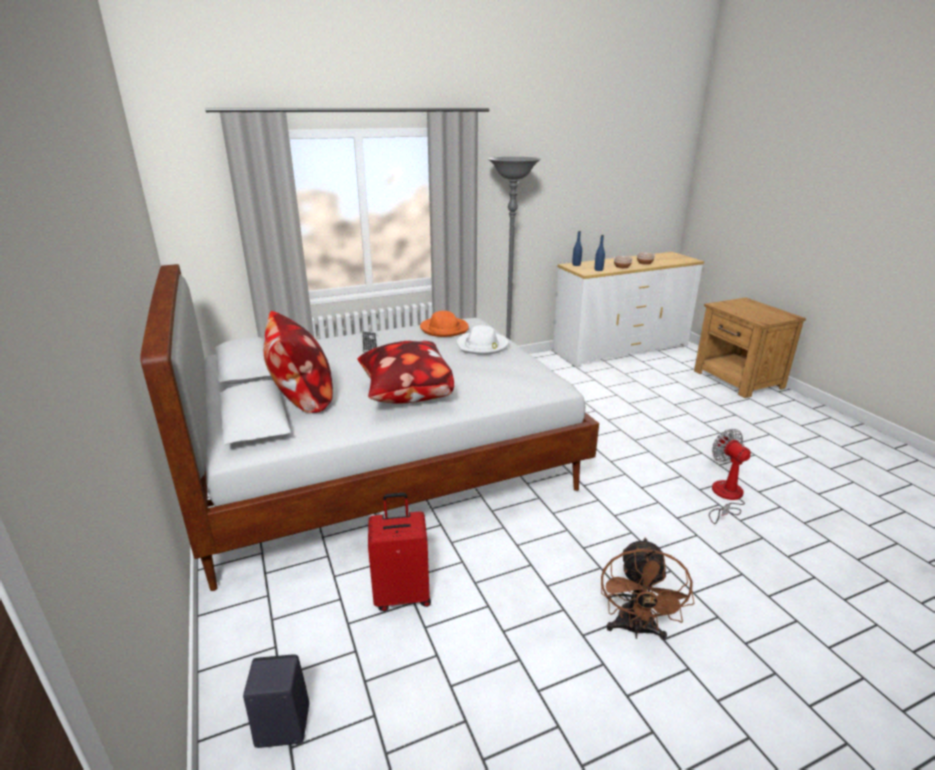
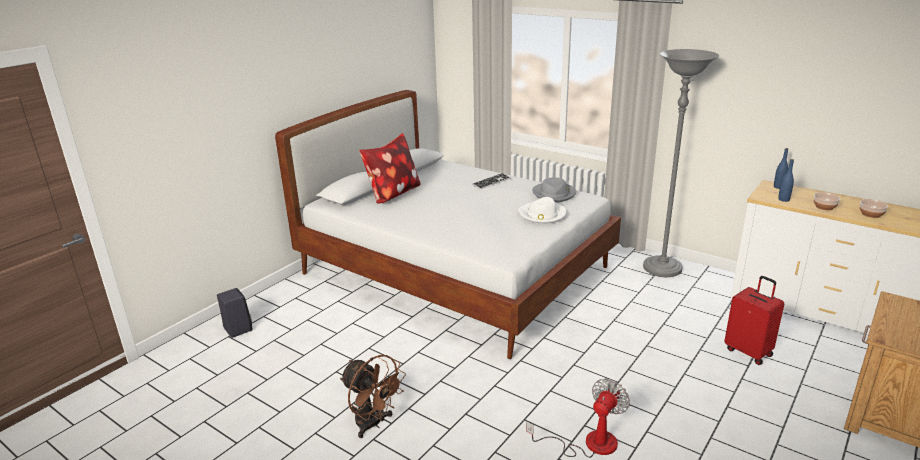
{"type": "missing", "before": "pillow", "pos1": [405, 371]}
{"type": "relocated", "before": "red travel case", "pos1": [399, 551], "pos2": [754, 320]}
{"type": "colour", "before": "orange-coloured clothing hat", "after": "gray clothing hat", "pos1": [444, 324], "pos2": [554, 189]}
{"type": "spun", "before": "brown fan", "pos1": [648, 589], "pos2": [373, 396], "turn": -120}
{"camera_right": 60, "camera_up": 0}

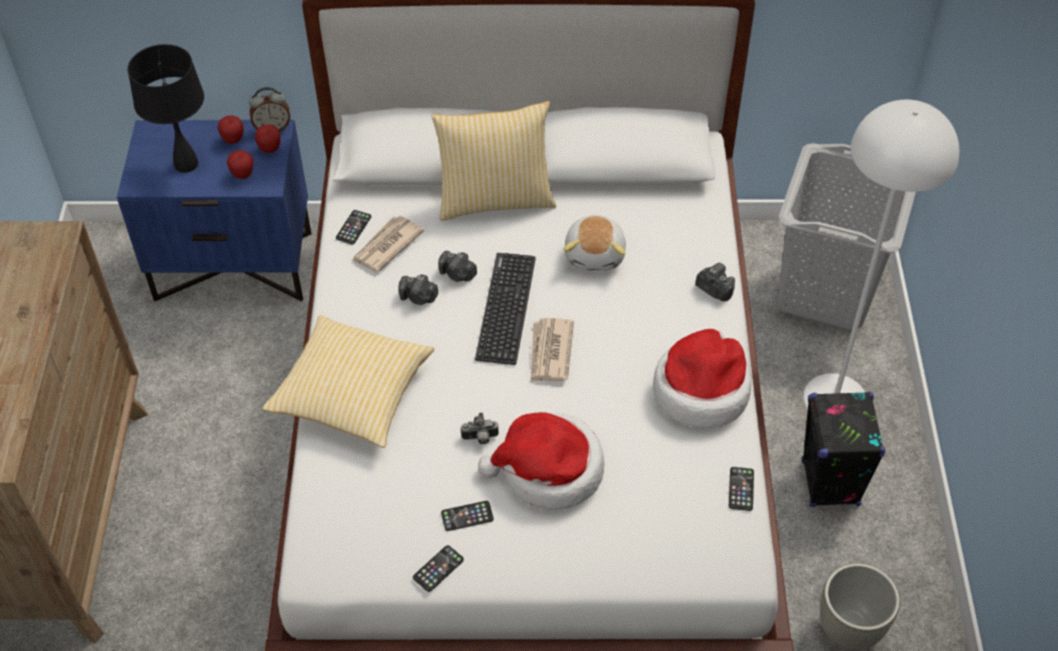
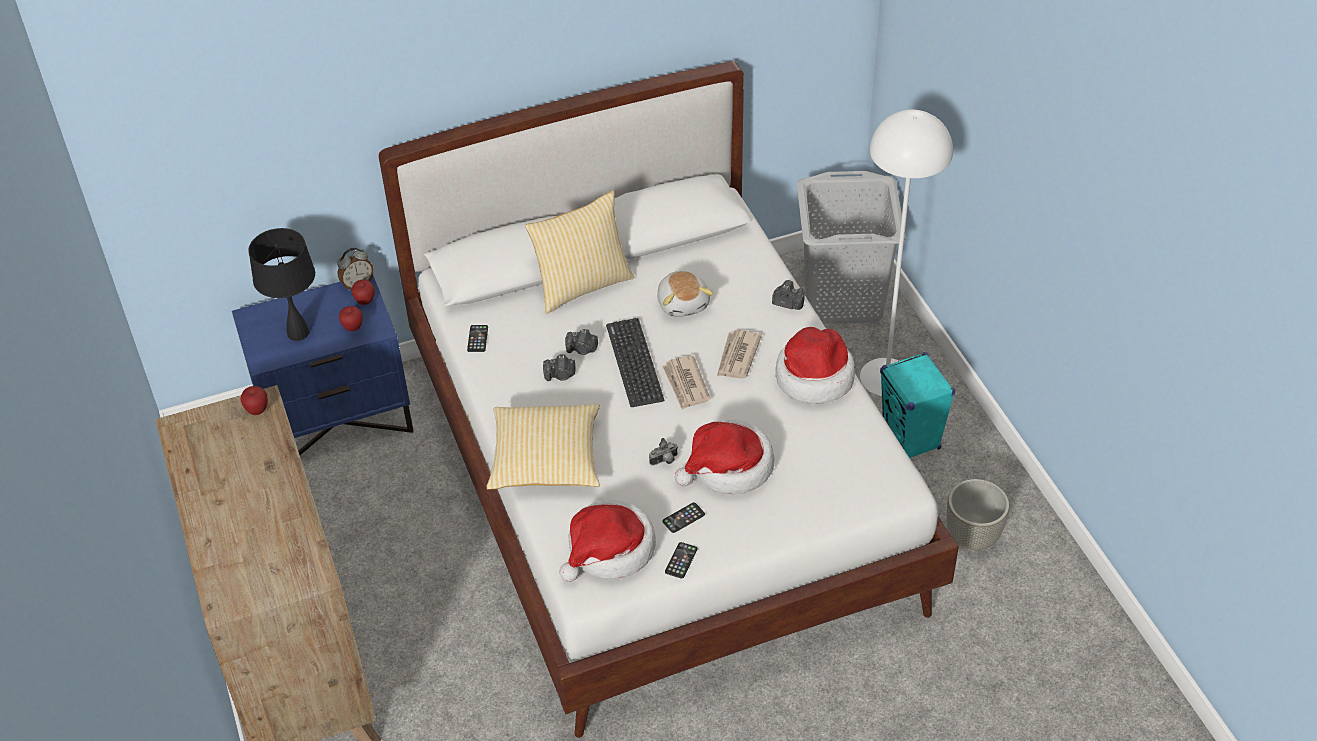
{"type": "relocated", "before": "apple fruit", "pos1": [231, 129], "pos2": [254, 400]}
{"type": "relocated", "before": "printed paper", "pos1": [388, 244], "pos2": [739, 354]}
{"type": "missing", "before": "telephone", "pos1": [741, 489]}
{"type": "colour", "before": "blackish speaker", "after": "turquoise-coloured speaker", "pos1": [843, 449], "pos2": [917, 405]}
{"type": "appeared", "after": "clothing hat", "pos2": [607, 540]}
{"camera_right": -20, "camera_up": -5}

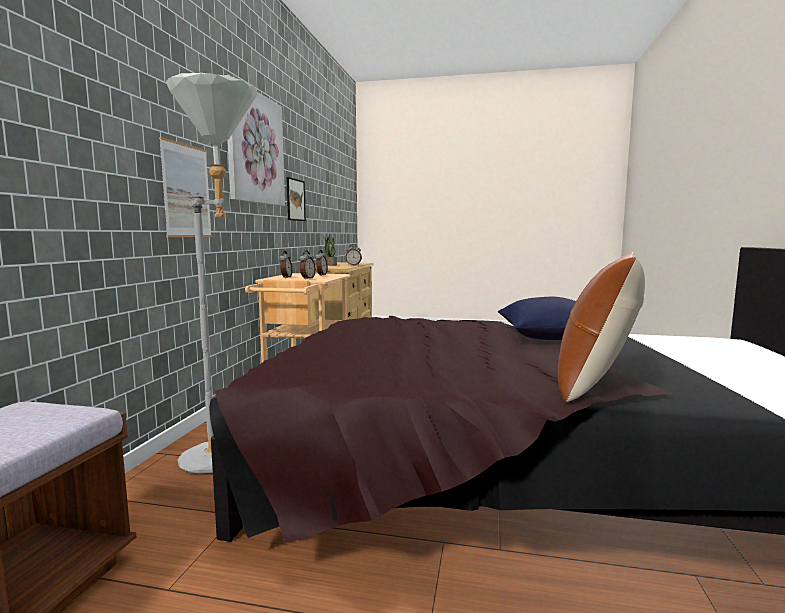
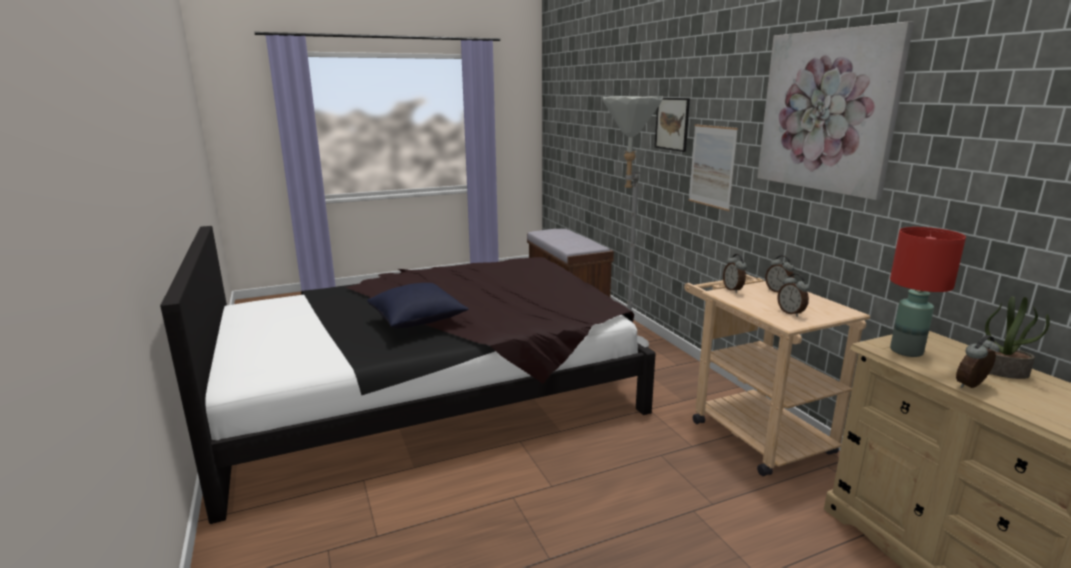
{"type": "relocated", "before": "picture", "pos1": [296, 199], "pos2": [672, 125]}
{"type": "missing", "before": "brown pillow", "pos1": [601, 326]}
{"type": "appeared", "after": "red tabletop lamp", "pos2": [928, 292]}
{"camera_right": 145, "camera_up": 10}

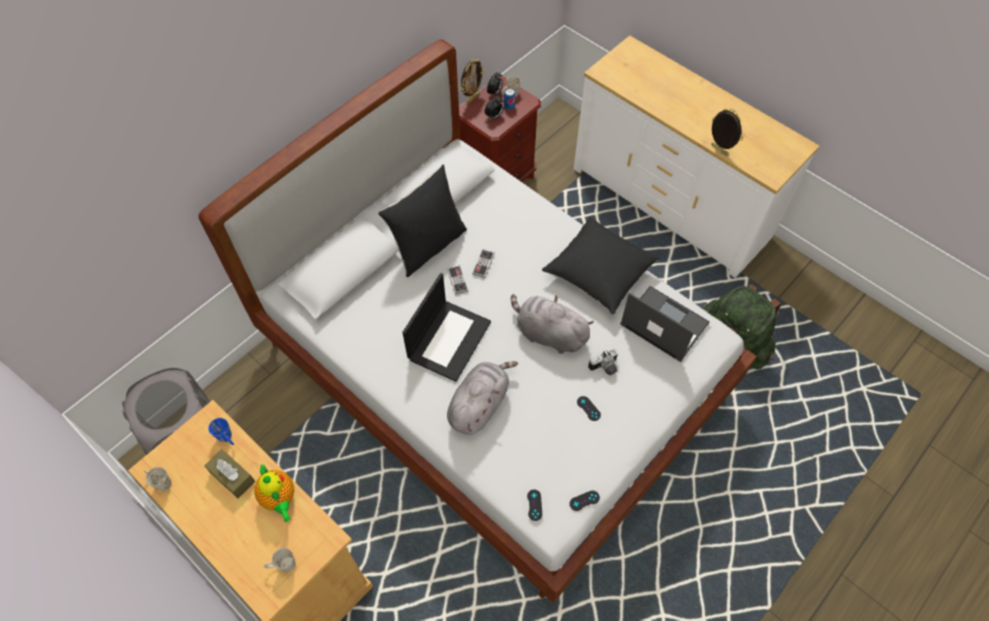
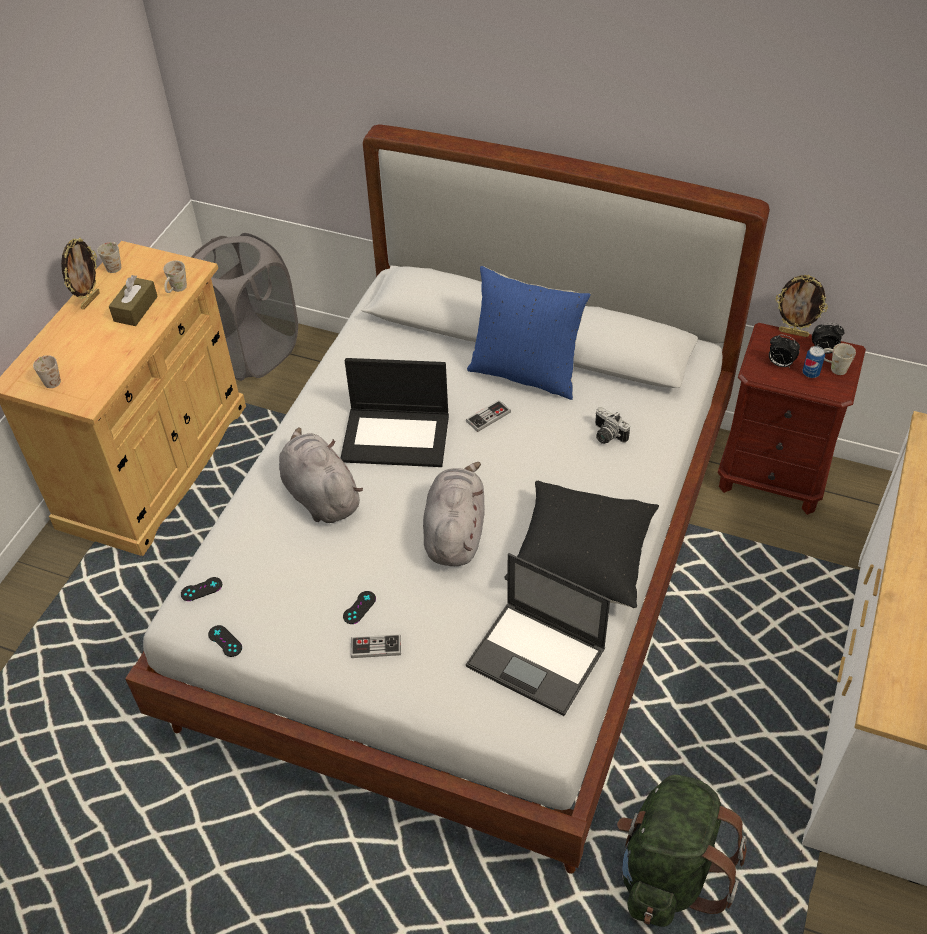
{"type": "colour", "before": "blue tea mug", "after": "whitish tea mug", "pos1": [221, 431], "pos2": [175, 277]}
{"type": "missing", "before": "teapot", "pos1": [274, 493]}
{"type": "colour", "before": "blackish pillow", "after": "blue pillow", "pos1": [422, 221], "pos2": [529, 333]}
{"type": "spun", "before": "gray soft toy", "pos1": [482, 398], "pos2": [321, 475], "turn": -135}
{"type": "relocated", "before": "game controller", "pos1": [483, 263], "pos2": [376, 646]}
{"type": "relocated", "before": "photo camera", "pos1": [603, 362], "pos2": [612, 425]}
{"type": "spun", "before": "portable computer", "pos1": [665, 324], "pos2": [538, 634], "turn": 105}
{"type": "relocated", "before": "standing frame", "pos1": [727, 132], "pos2": [80, 273]}
{"camera_right": 70, "camera_up": -10}

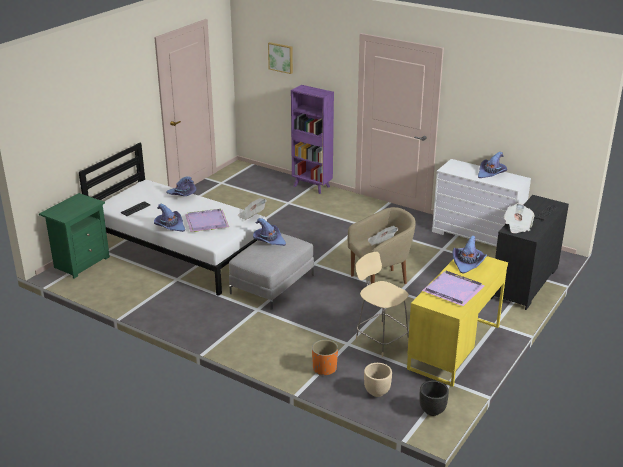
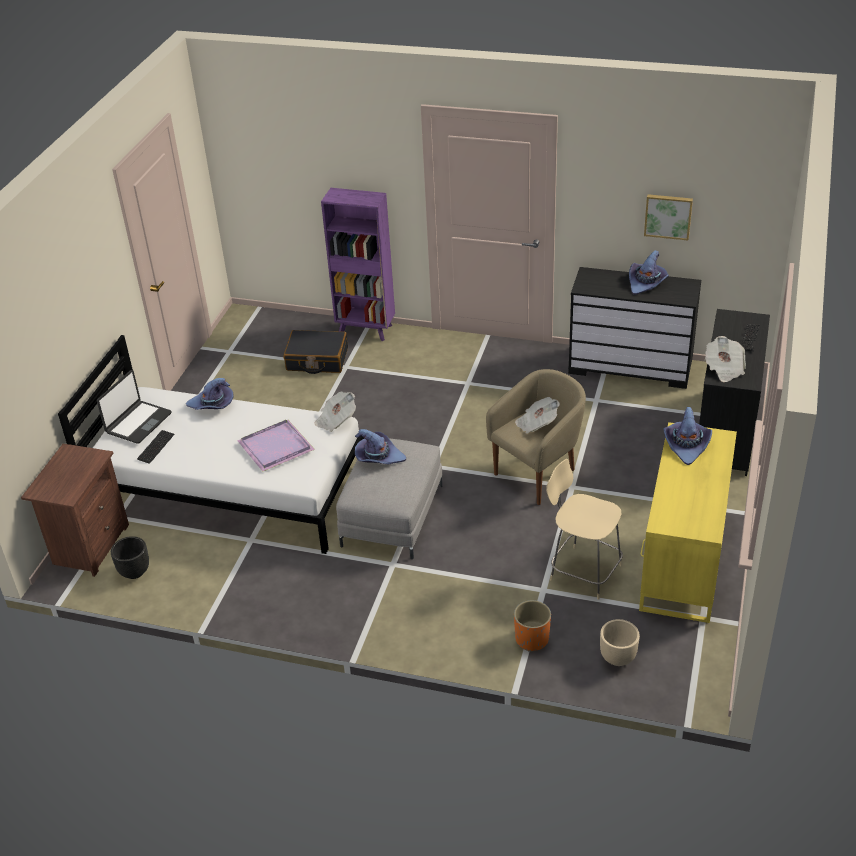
{"type": "colour", "before": "greenish bedside table", "after": "brown bedside table", "pos1": [74, 236], "pos2": [75, 510]}
{"type": "missing", "before": "purple clothing hat", "pos1": [169, 218]}
{"type": "relocated", "before": "picture", "pos1": [280, 58], "pos2": [668, 217]}
{"type": "relocated", "before": "blackish plant pot", "pos1": [434, 398], "pos2": [130, 557]}
{"type": "missing", "before": "purple carrying tray", "pos1": [453, 288]}
{"type": "colour", "before": "whitish dresser", "after": "blackish dresser", "pos1": [481, 203], "pos2": [634, 328]}
{"type": "appeared", "after": "portable computer", "pos2": [134, 407]}
{"type": "appeared", "after": "blackish travel case", "pos2": [316, 352]}
{"camera_right": -15, "camera_up": 10}

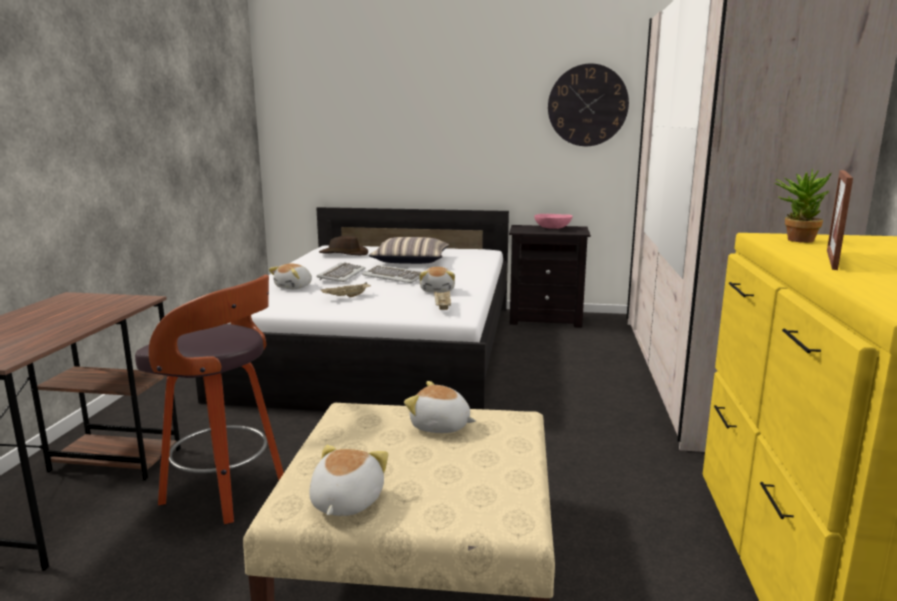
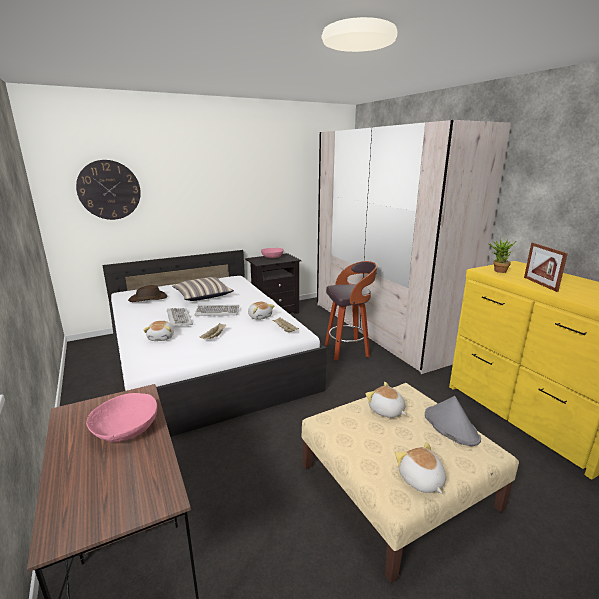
{"type": "relocated", "before": "stool seat", "pos1": [209, 399], "pos2": [351, 311]}
{"type": "spun", "before": "soft toy", "pos1": [440, 407], "pos2": [386, 400], "turn": 60}
{"type": "relocated", "before": "wall clock", "pos1": [588, 105], "pos2": [108, 190]}
{"type": "appeared", "after": "pink-coloured bowl", "pos2": [121, 417]}
{"type": "appeared", "after": "gray clothing hat", "pos2": [453, 421]}
{"camera_right": -35, "camera_up": 5}

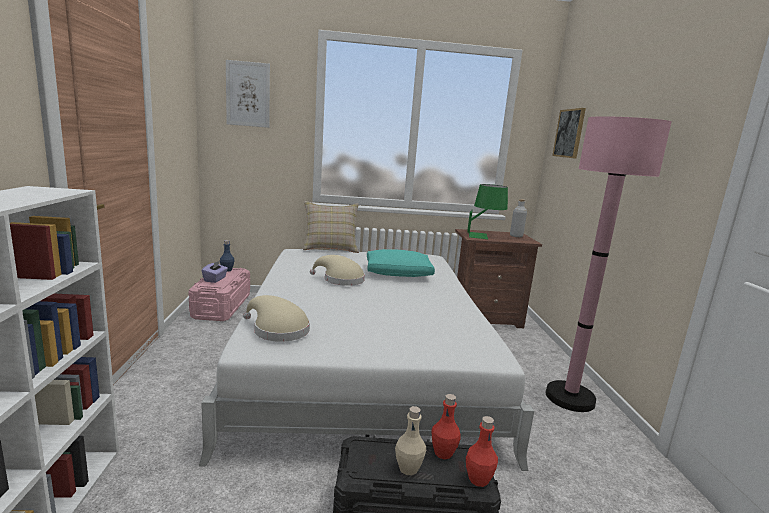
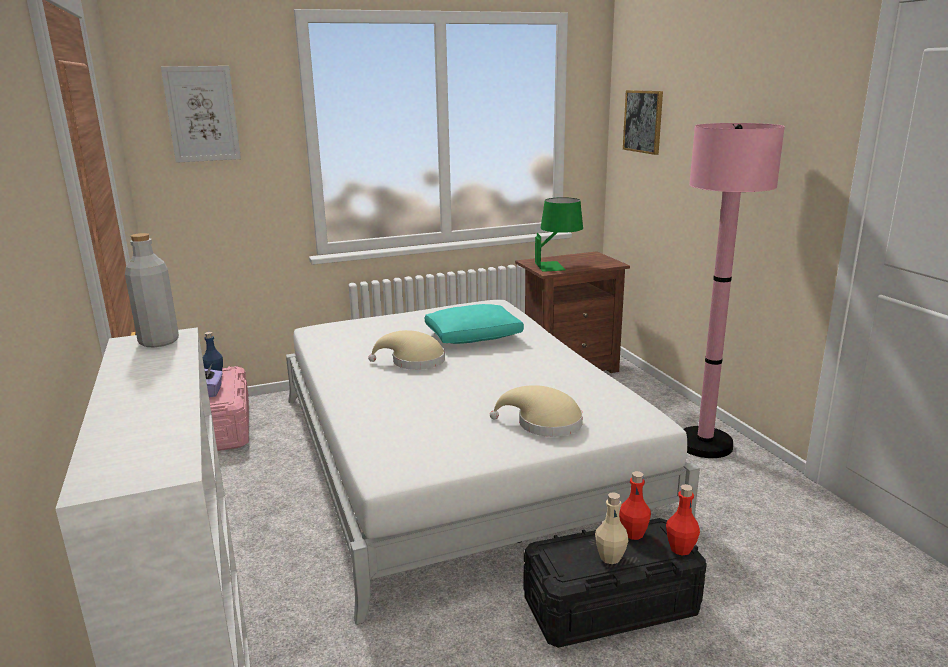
{"type": "relocated", "before": "sand-coloured clothing hat", "pos1": [276, 318], "pos2": [536, 411]}
{"type": "missing", "before": "sand-coloured pillow", "pos1": [331, 227]}
{"type": "relocated", "before": "gray beverage bottle", "pos1": [518, 218], "pos2": [152, 290]}
{"camera_right": -15, "camera_up": 5}

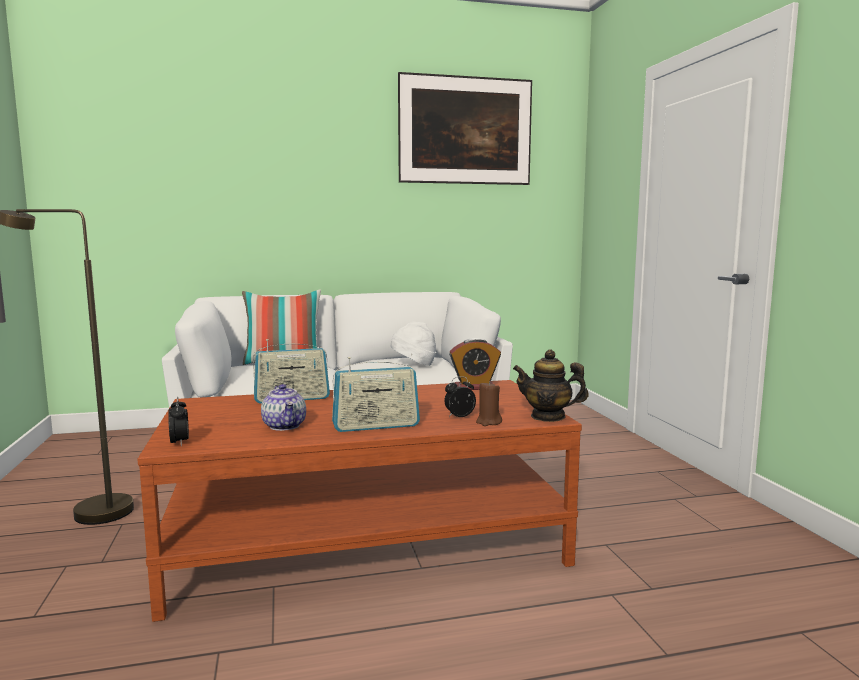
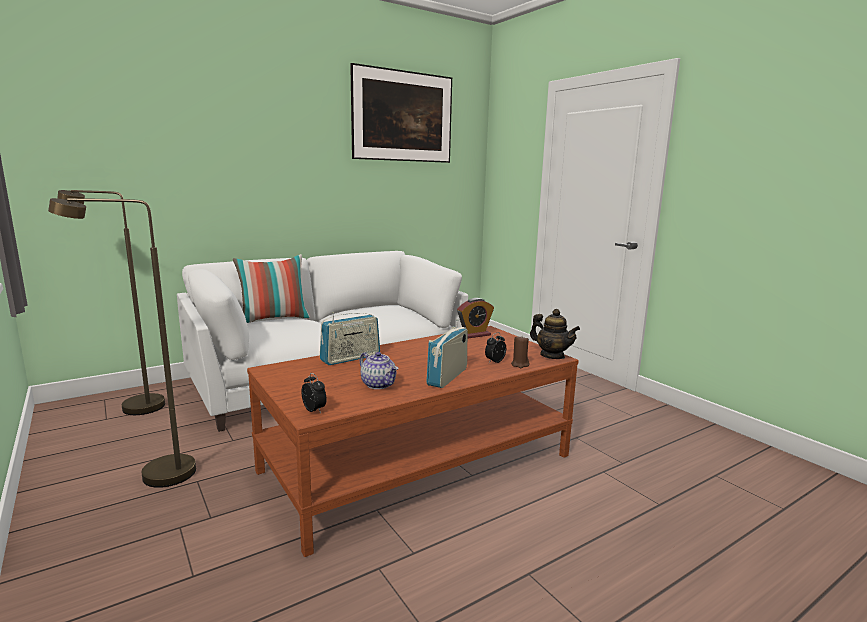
{"type": "spun", "before": "radio receiver", "pos1": [376, 394], "pos2": [446, 353], "turn": 150}
{"type": "missing", "before": "whitish clothing hat", "pos1": [413, 343]}
{"type": "spun", "before": "teapot", "pos1": [551, 386], "pos2": [555, 334], "turn": -135}
{"type": "appeared", "after": "brown standard lamp", "pos2": [111, 302]}
{"camera_right": -20, "camera_up": 5}

